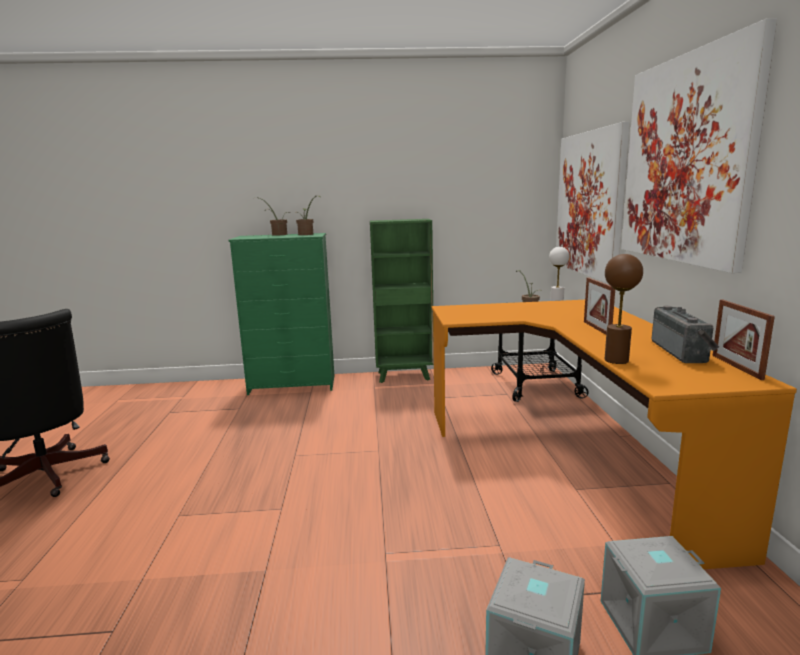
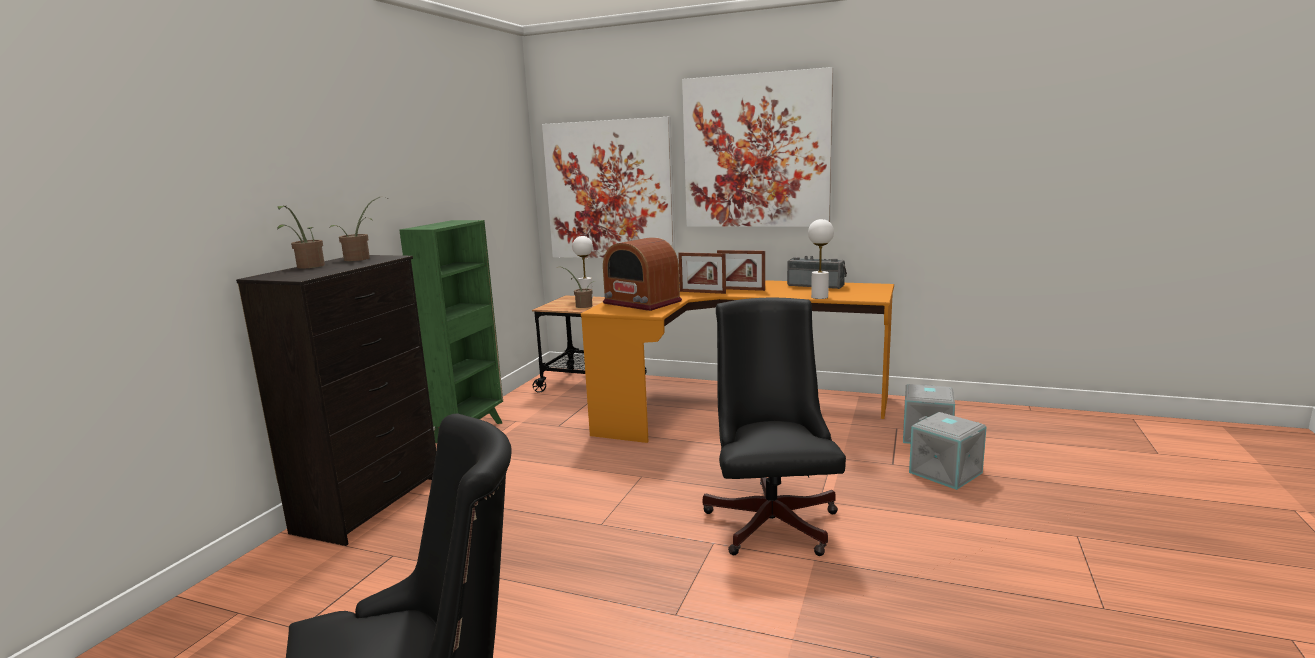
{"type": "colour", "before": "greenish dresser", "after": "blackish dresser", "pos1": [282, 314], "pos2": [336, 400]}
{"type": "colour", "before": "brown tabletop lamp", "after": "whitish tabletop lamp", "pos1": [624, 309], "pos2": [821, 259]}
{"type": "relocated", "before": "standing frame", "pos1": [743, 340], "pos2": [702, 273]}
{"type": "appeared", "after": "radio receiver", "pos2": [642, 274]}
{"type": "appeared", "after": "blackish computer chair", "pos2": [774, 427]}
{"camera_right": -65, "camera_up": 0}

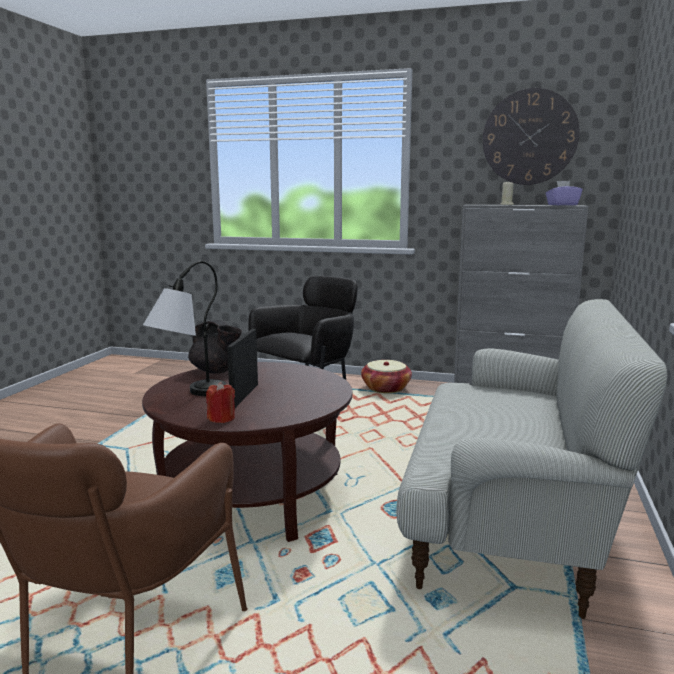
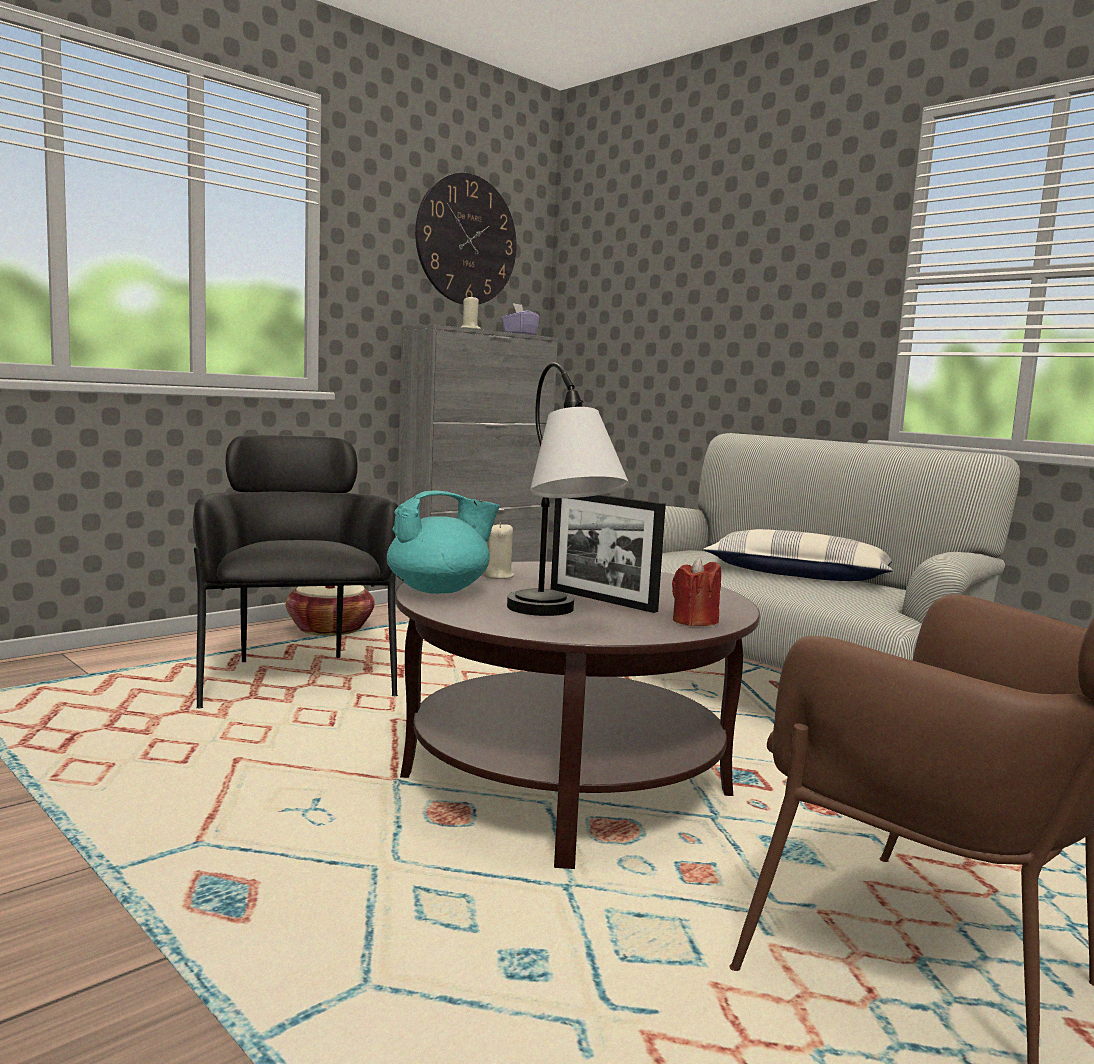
{"type": "colour", "before": "blackish teapot", "after": "turquoise-coloured teapot", "pos1": [215, 347], "pos2": [443, 542]}
{"type": "appeared", "after": "sand-coloured candle", "pos2": [498, 550]}
{"type": "appeared", "after": "pillow", "pos2": [798, 555]}
{"camera_right": -60, "camera_up": -5}

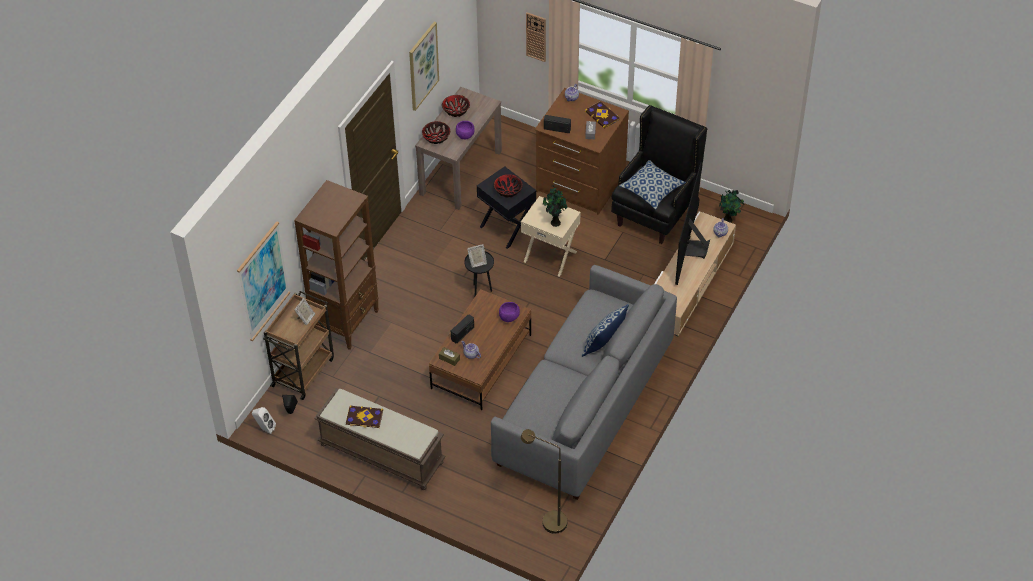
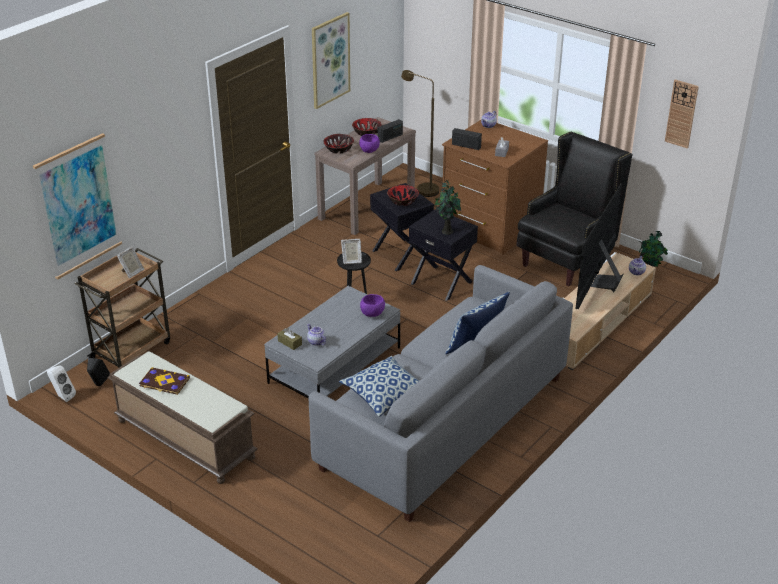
{"type": "missing", "before": "brown bookcase", "pos1": [336, 265]}
{"type": "colour", "before": "brown lounge table", "after": "gray lounge table", "pos1": [480, 349], "pos2": [332, 342]}
{"type": "relocated", "before": "radio receiver", "pos1": [462, 329], "pos2": [390, 131]}
{"type": "colour", "before": "sand-coloured end table", "after": "blackish end table", "pos1": [551, 236], "pos2": [443, 255]}
{"type": "relocated", "before": "brown standard lamp", "pos1": [544, 481], "pos2": [420, 133]}
{"type": "relocated", "before": "wall clock", "pos1": [536, 37], "pos2": [682, 114]}
{"type": "missing", "before": "volume", "pos1": [602, 115]}
{"type": "relocated", "before": "pillow", "pos1": [652, 185], "pos2": [379, 386]}
{"camera_right": 10, "camera_up": -15}

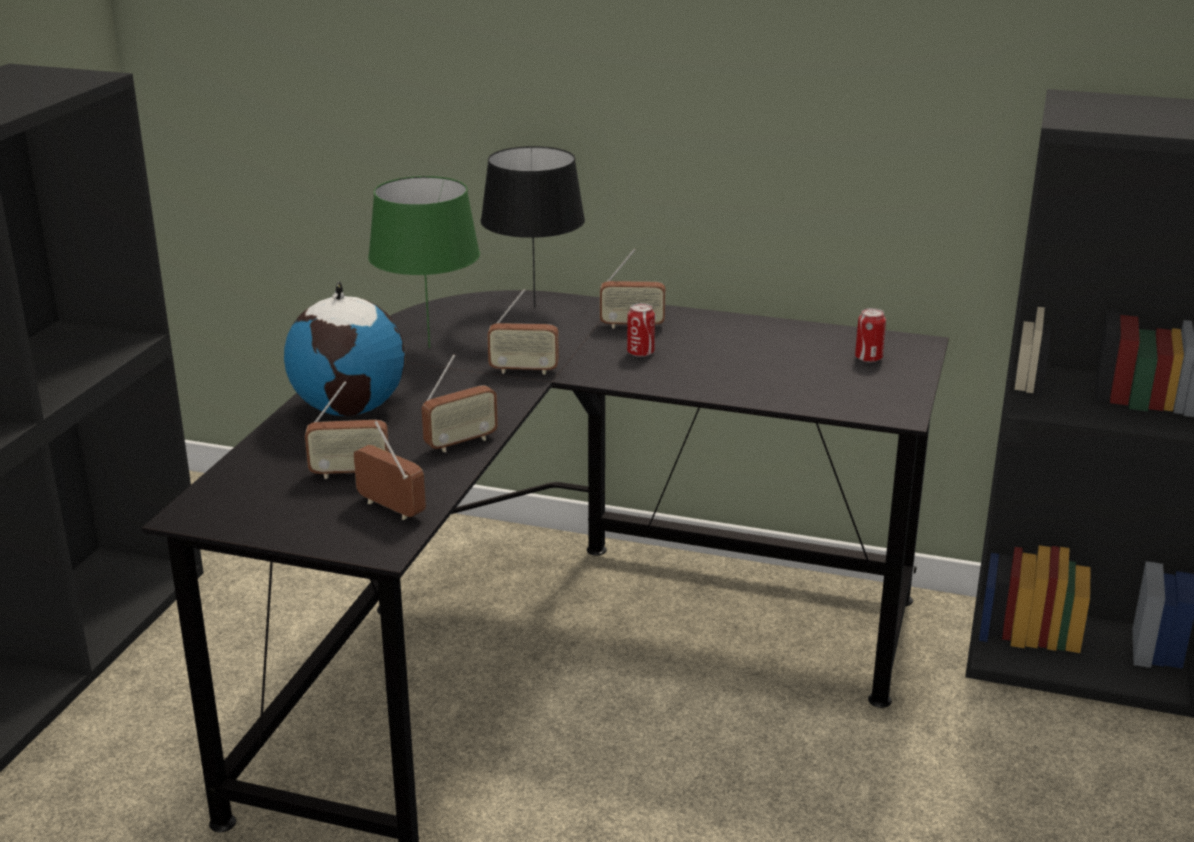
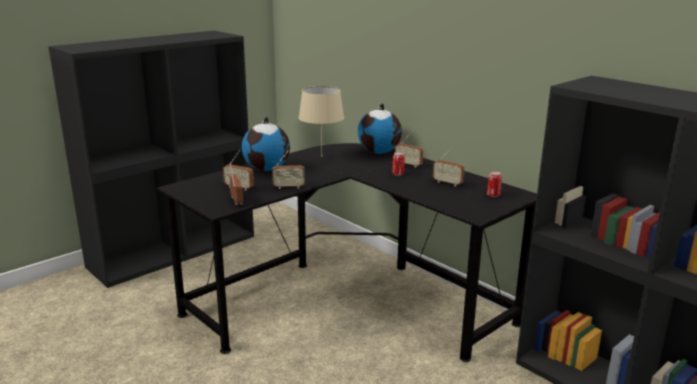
{"type": "colour", "before": "greenish tabletop lamp", "after": "sand-coloured tabletop lamp", "pos1": [424, 262], "pos2": [321, 120]}
{"type": "exchanged", "before": "blackish tabletop lamp", "after": "globe", "pos1": [533, 227], "pos2": [380, 128]}
{"type": "relocated", "before": "radio receiver", "pos1": [523, 332], "pos2": [449, 166]}
{"camera_right": 30, "camera_up": -5}

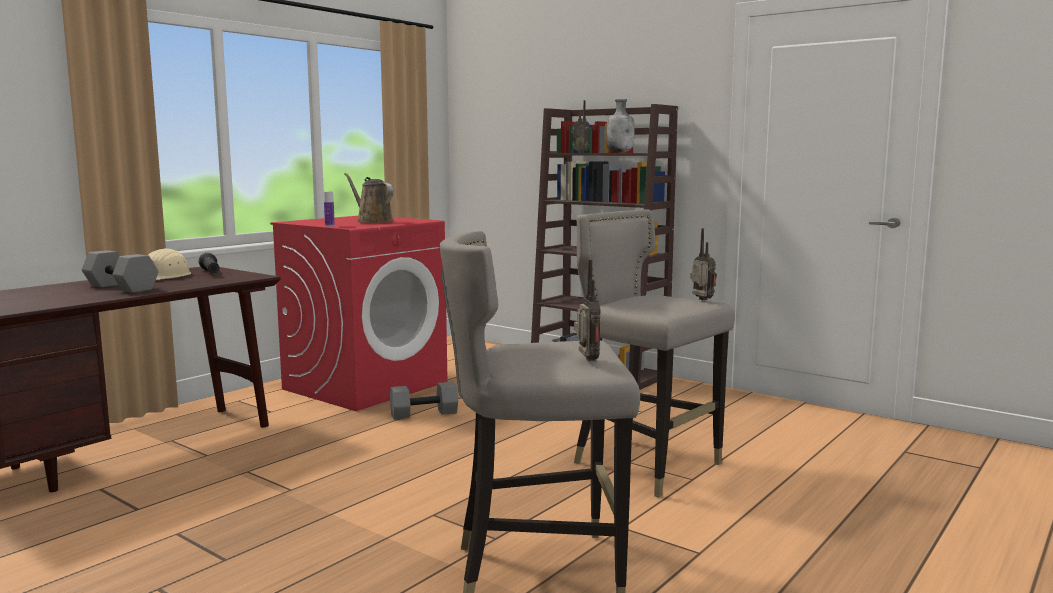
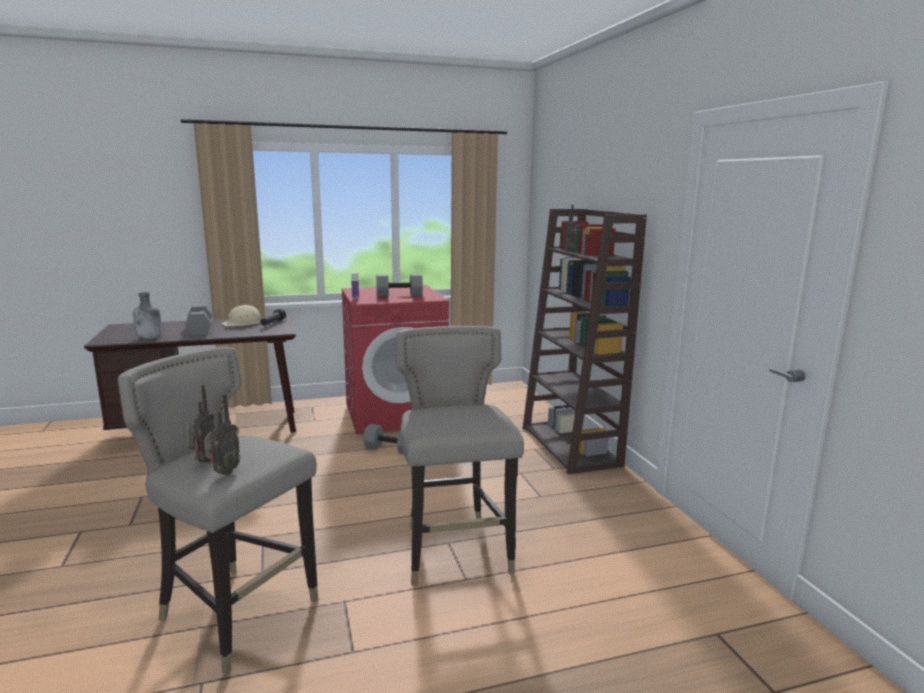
{"type": "exchanged", "before": "brown watering can", "after": "gray hand weight", "pos1": [369, 198], "pos2": [399, 285]}
{"type": "relocated", "before": "gray beverage bottle", "pos1": [620, 126], "pos2": [147, 315]}
{"type": "relocated", "before": "radio receiver", "pos1": [703, 264], "pos2": [200, 423]}
{"camera_right": 35, "camera_up": 5}

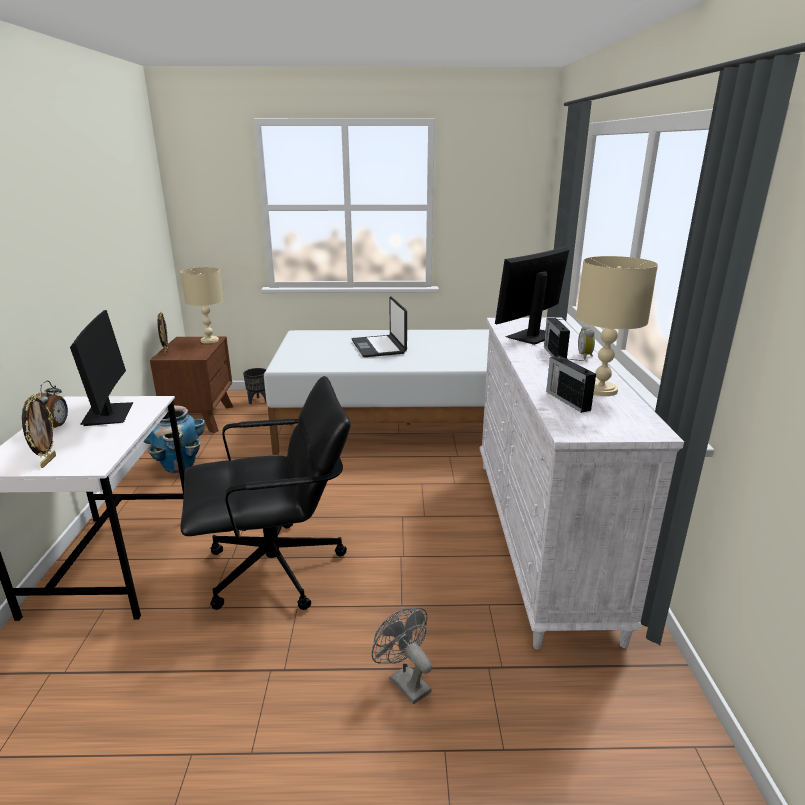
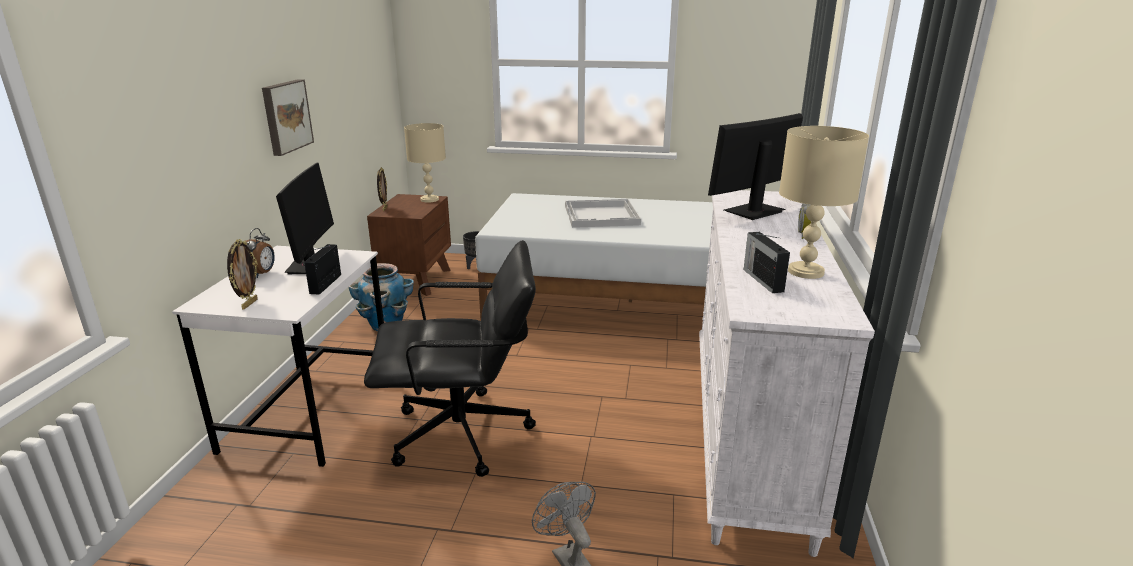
{"type": "exchanged", "before": "portable computer", "after": "whitish carrying tray", "pos1": [379, 326], "pos2": [603, 213]}
{"type": "relocated", "before": "radio receiver", "pos1": [557, 338], "pos2": [322, 269]}
{"type": "appeared", "after": "picture", "pos2": [288, 117]}
{"camera_right": 10, "camera_up": 0}

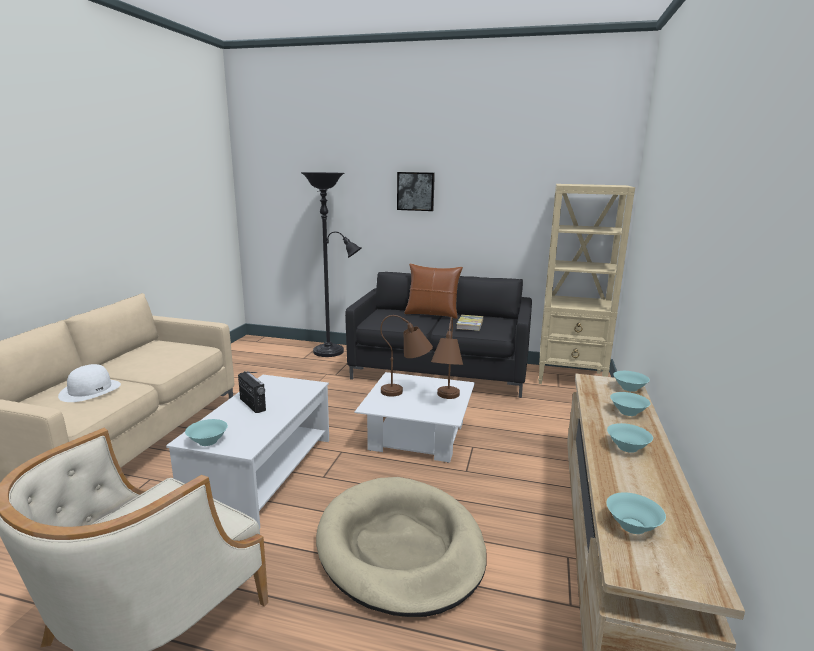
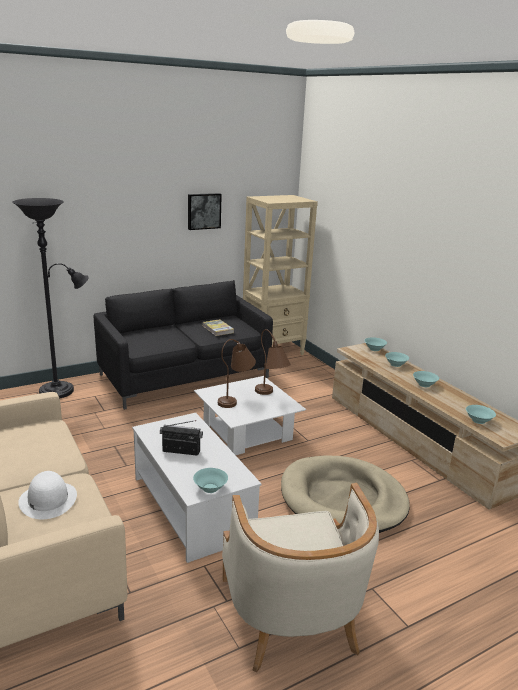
{"type": "relocated", "before": "picture", "pos1": [416, 191], "pos2": [205, 211]}
{"type": "missing", "before": "brown pillow", "pos1": [433, 291]}
{"camera_right": -45, "camera_up": 5}

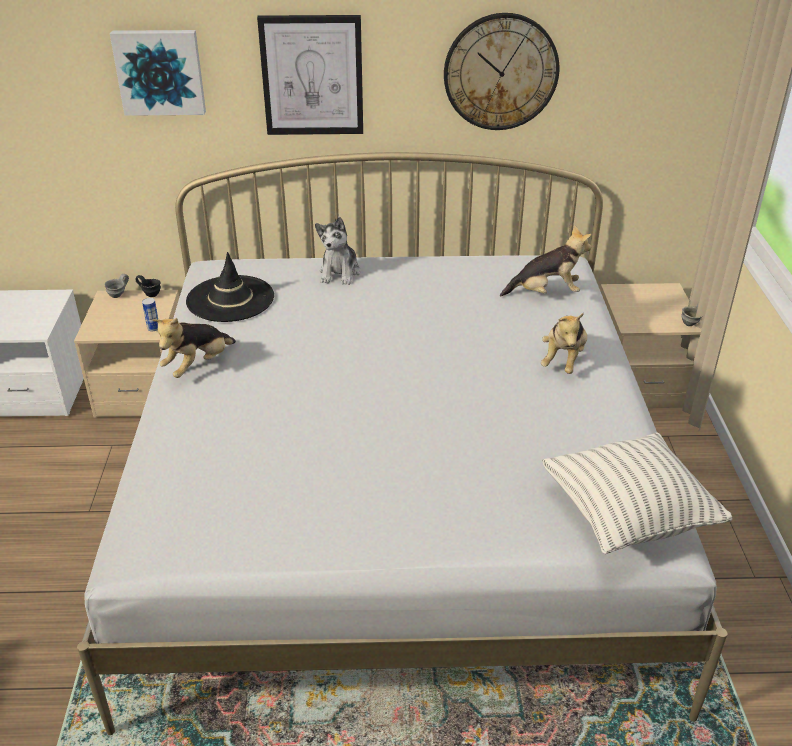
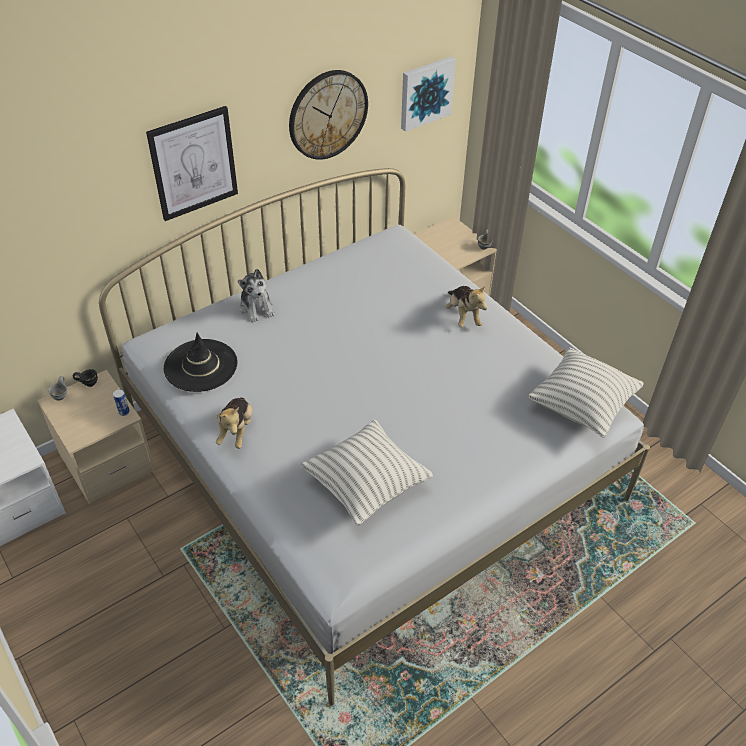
{"type": "relocated", "before": "picture", "pos1": [158, 73], "pos2": [428, 94]}
{"type": "missing", "before": "soft toy", "pos1": [545, 261]}
{"type": "appeared", "after": "pillow", "pos2": [367, 472]}
{"camera_right": -35, "camera_up": 10}

